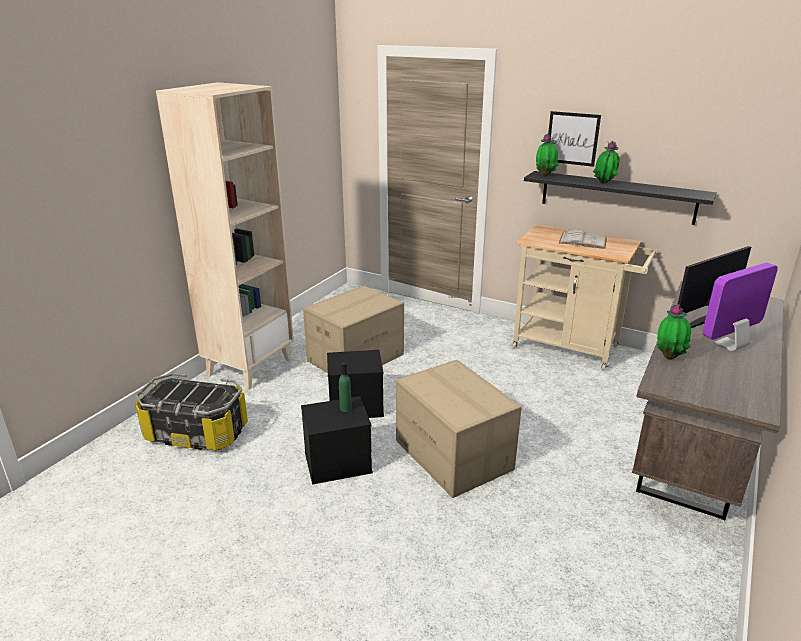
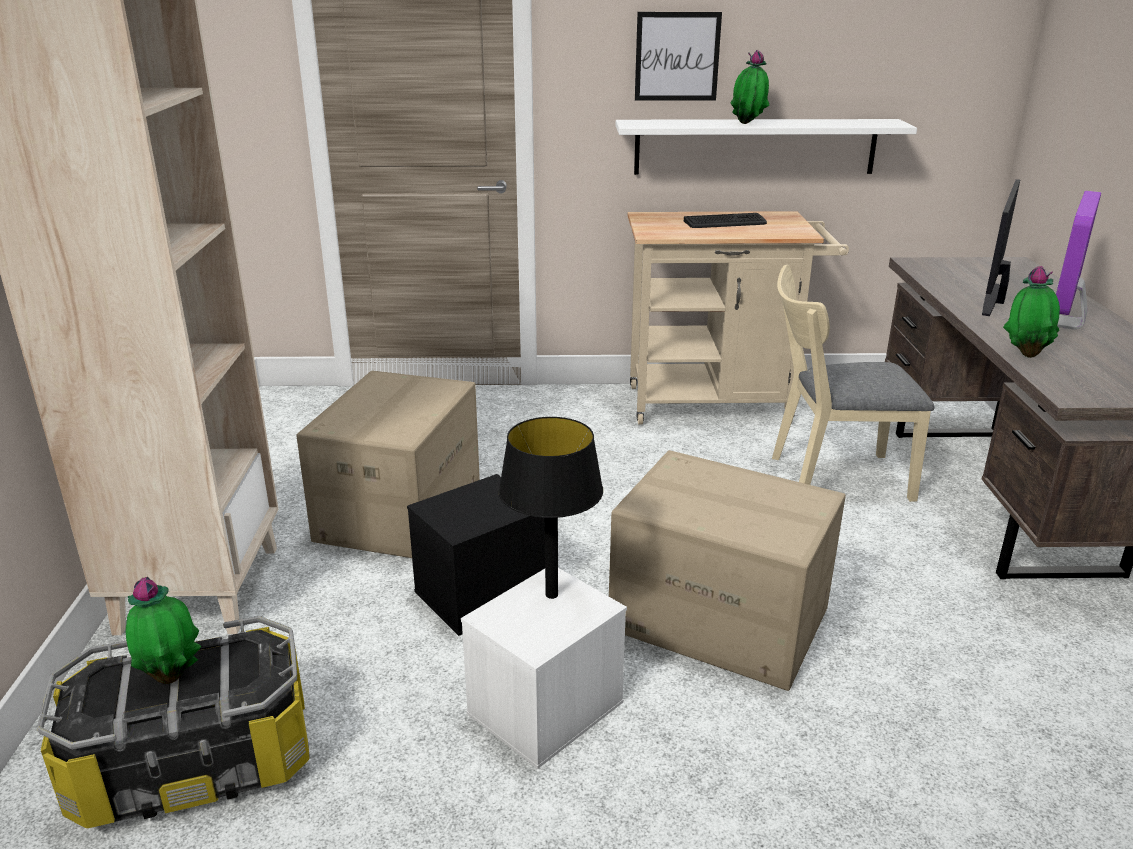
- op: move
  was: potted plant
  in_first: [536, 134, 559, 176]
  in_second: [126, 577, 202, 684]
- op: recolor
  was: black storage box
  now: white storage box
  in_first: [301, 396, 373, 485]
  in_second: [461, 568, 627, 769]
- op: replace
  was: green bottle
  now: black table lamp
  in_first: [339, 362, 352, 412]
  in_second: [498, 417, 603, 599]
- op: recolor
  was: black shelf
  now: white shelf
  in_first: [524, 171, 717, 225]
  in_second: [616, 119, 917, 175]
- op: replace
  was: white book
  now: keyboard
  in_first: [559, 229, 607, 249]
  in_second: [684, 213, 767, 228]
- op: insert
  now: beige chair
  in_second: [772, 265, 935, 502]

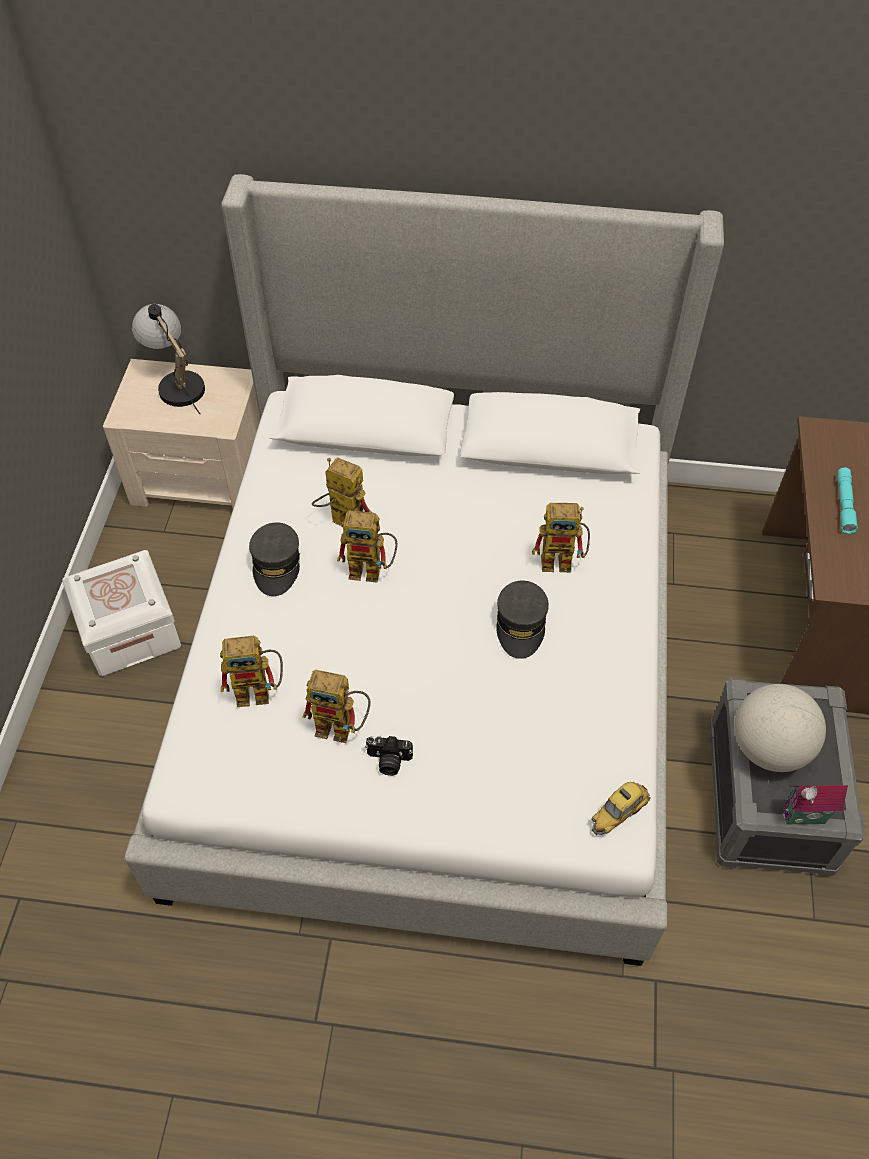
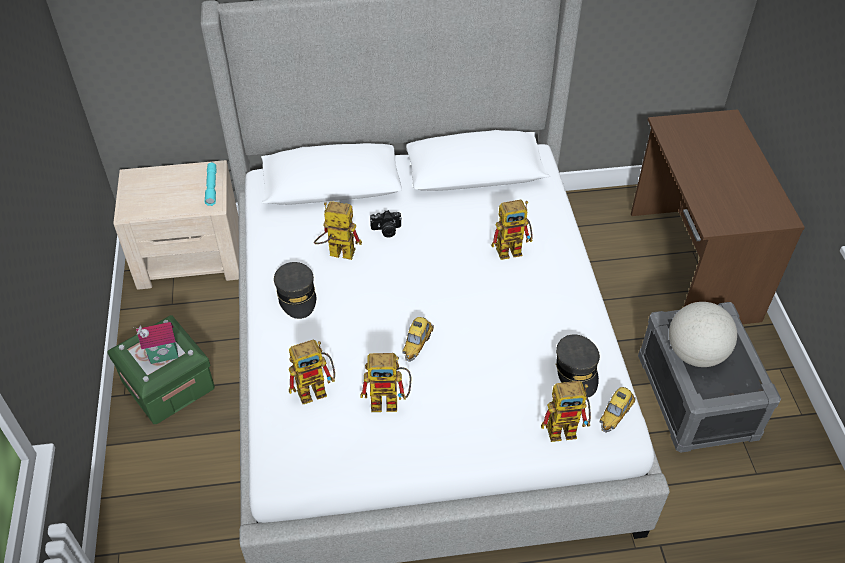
- op: recolor
  was: white storage box
  now: green storage box
  in_first: [62, 550, 181, 676]
  in_second: [107, 315, 215, 424]
- op: move
  was: toy house
  in_first: [782, 785, 848, 824]
  in_second: [133, 322, 178, 364]
- op: move
  was: turquoise flashlight
  in_first: [837, 468, 858, 534]
  in_second: [205, 163, 216, 206]
- op: move
  was: photo camera
  in_first: [365, 735, 413, 776]
  in_second: [370, 210, 402, 238]
- op: insert
  now: toy car
  in_second: [402, 317, 434, 362]
- op: move
  was: toy robot
  in_first: [337, 511, 398, 583]
  in_second: [541, 381, 591, 442]
- op: move
  was: grey cap
  in_first: [496, 581, 549, 659]
  in_second: [555, 334, 600, 398]
- op: delete
  was: table lamp
  in_first: [132, 304, 205, 414]

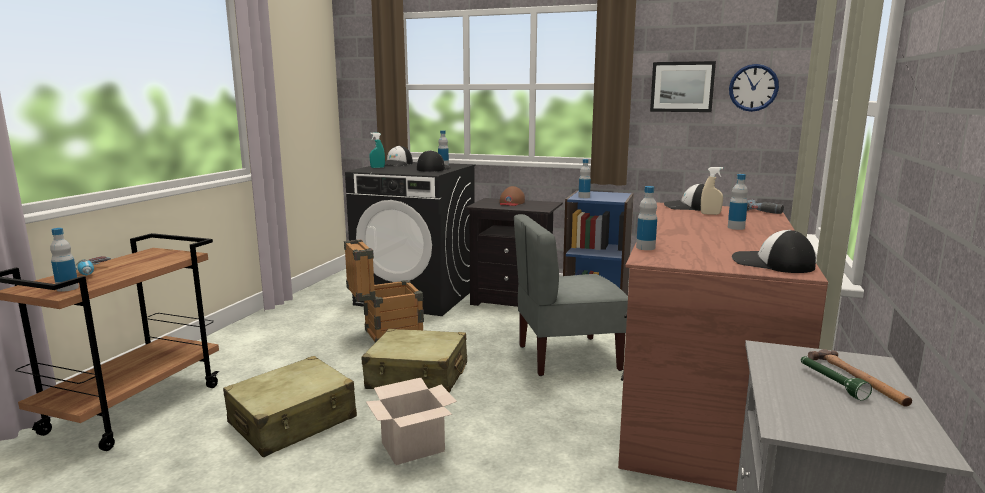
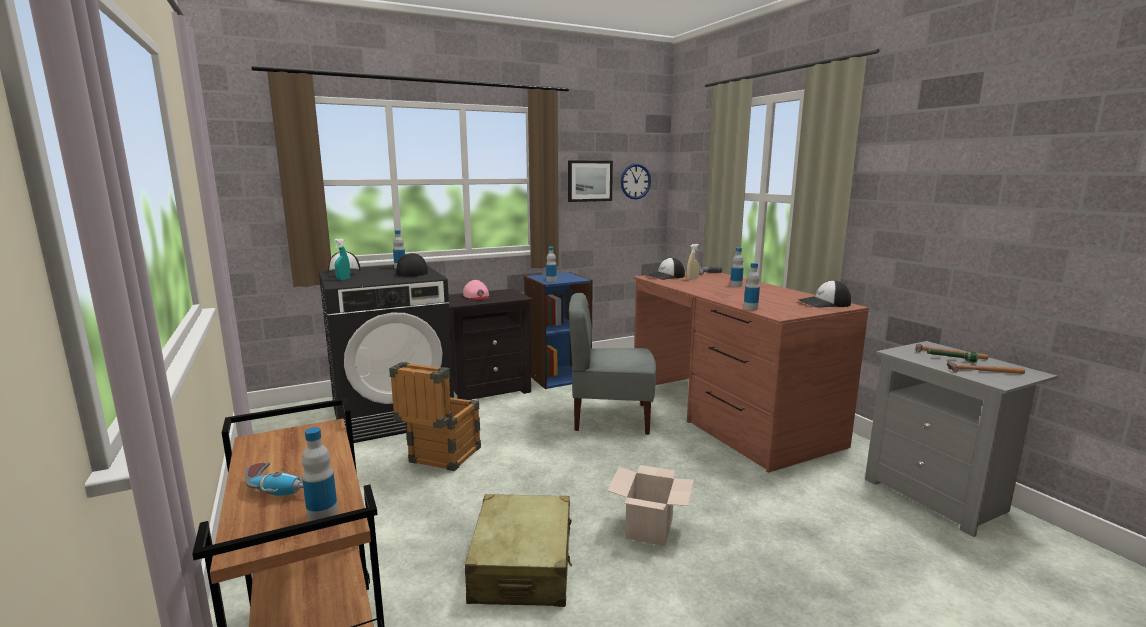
- op: recolor
  was: brown cap
  now: pink cap
  in_first: [499, 186, 525, 206]
  in_second: [463, 280, 489, 300]
- op: rotate
  was: grey chair
  in_first: [514, 214, 628, 376]
  in_second: [569, 293, 656, 435]
  clockwise: 60
- op: insert
  now: hammer
  in_second: [947, 362, 1025, 374]
- op: delete
  was: beige suitcase
  in_first: [362, 329, 467, 393]

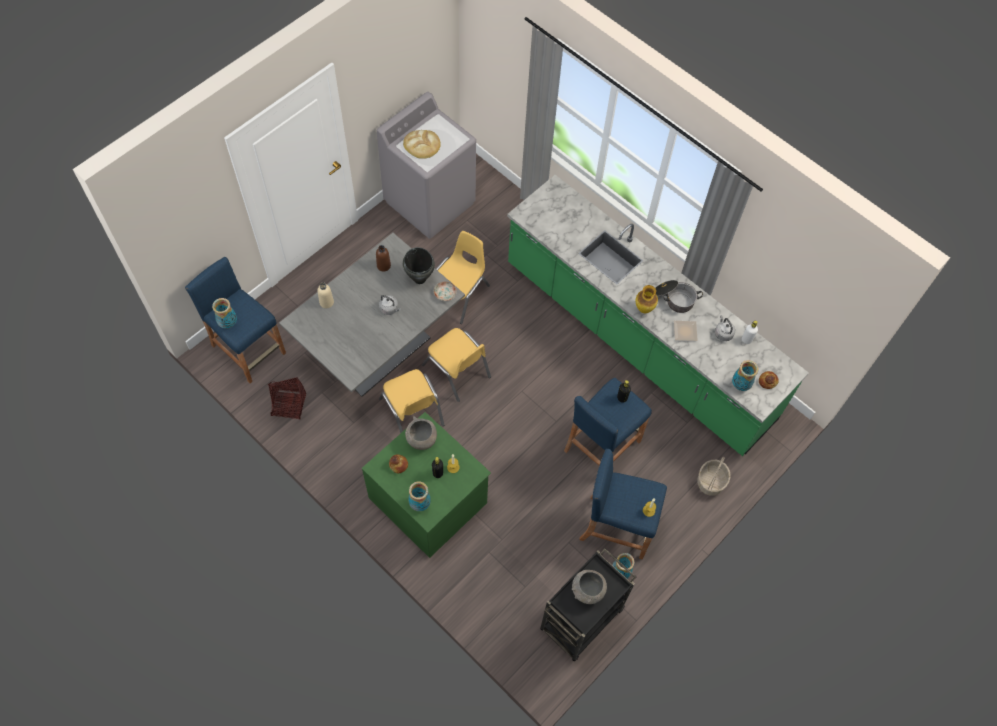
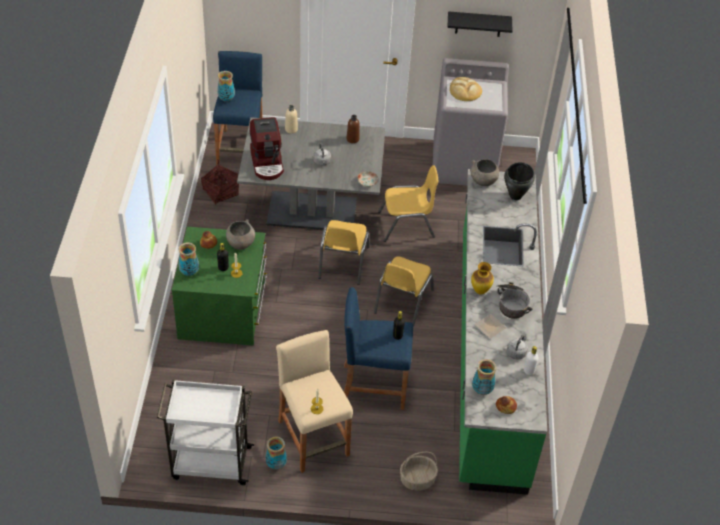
- op: recolor
  was: black cart
  now: white cart
  in_first: [540, 549, 636, 661]
  in_second: [157, 380, 254, 485]
- op: insert
  now: coffee machine
  in_second: [249, 117, 284, 180]
- op: recolor
  was: blue stool
  now: beige stool
  in_first: [579, 449, 667, 559]
  in_second: [276, 330, 353, 473]
- op: move
  was: yellow chair
  in_first: [379, 369, 444, 433]
  in_second: [374, 257, 434, 327]
- op: insert
  now: black shelf
  in_second: [447, 11, 512, 37]
- op: move
  was: grey bowl
  in_first: [572, 570, 607, 604]
  in_second: [470, 159, 499, 186]
- op: move
  was: black cooking pot
  in_first: [403, 247, 435, 284]
  in_second: [504, 162, 535, 200]

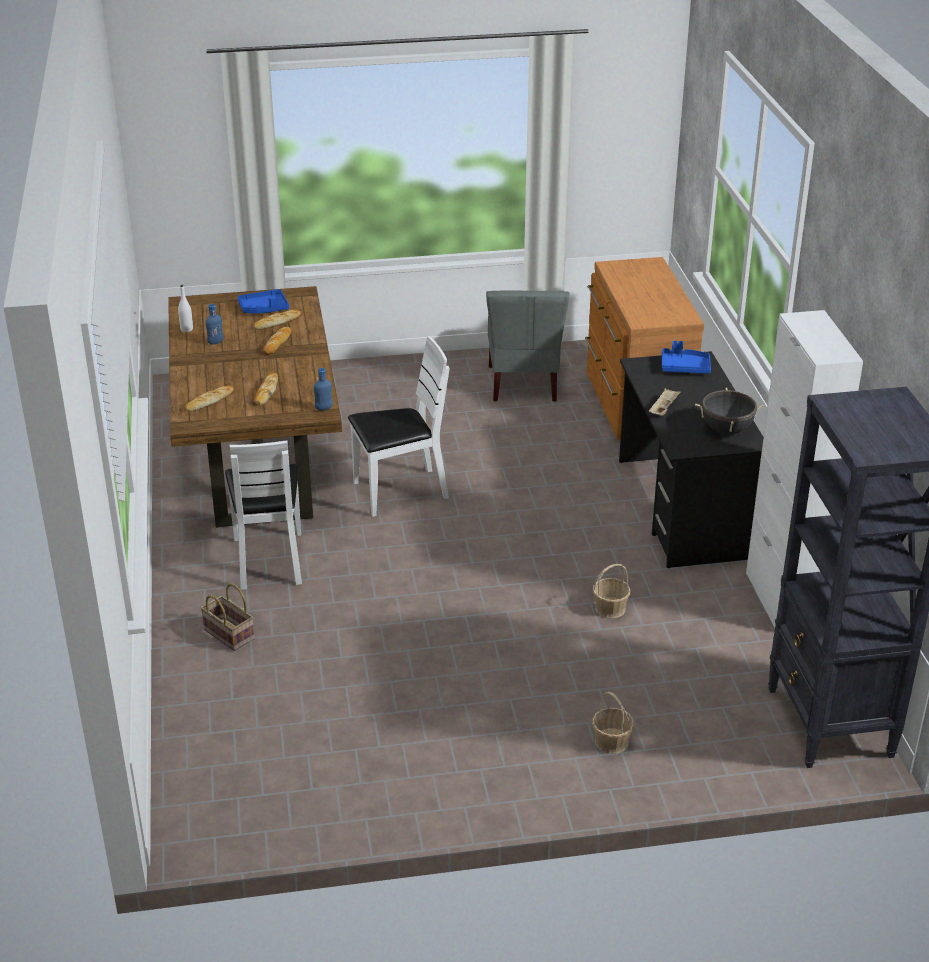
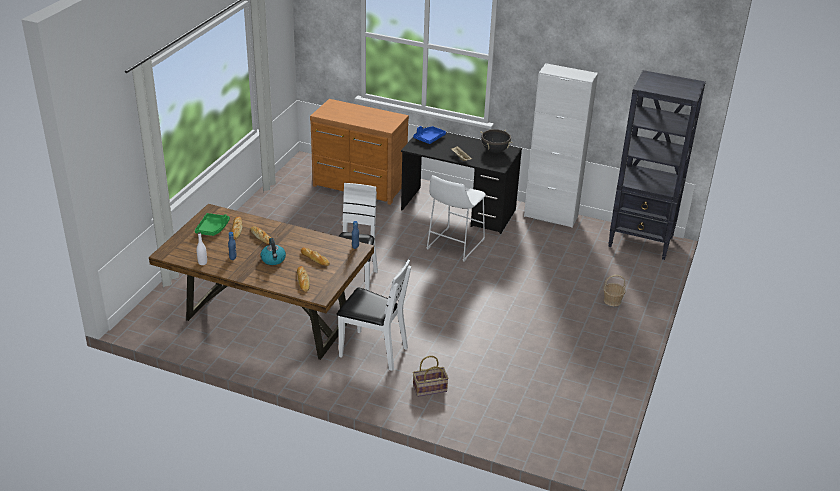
- op: recolor
  was: blue tray
  now: green tray
  in_first: [237, 289, 289, 314]
  in_second: [195, 213, 230, 236]
- op: insert
  now: kettle
  in_second: [260, 238, 286, 265]
- op: insert
  now: white stool
  in_second: [426, 175, 486, 262]
- op: delete
  was: grey chair
  in_first: [486, 291, 569, 402]
- op: delete
  was: basket
  in_first: [593, 564, 630, 618]

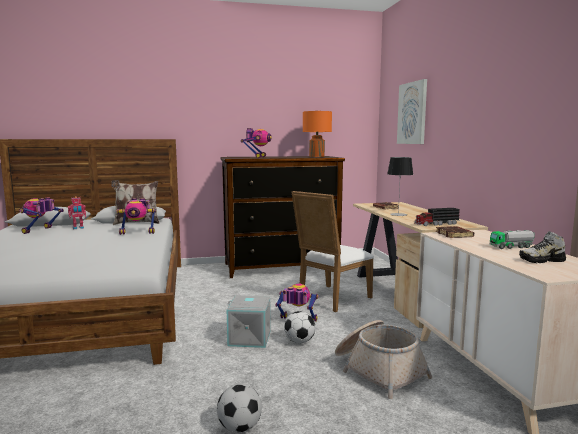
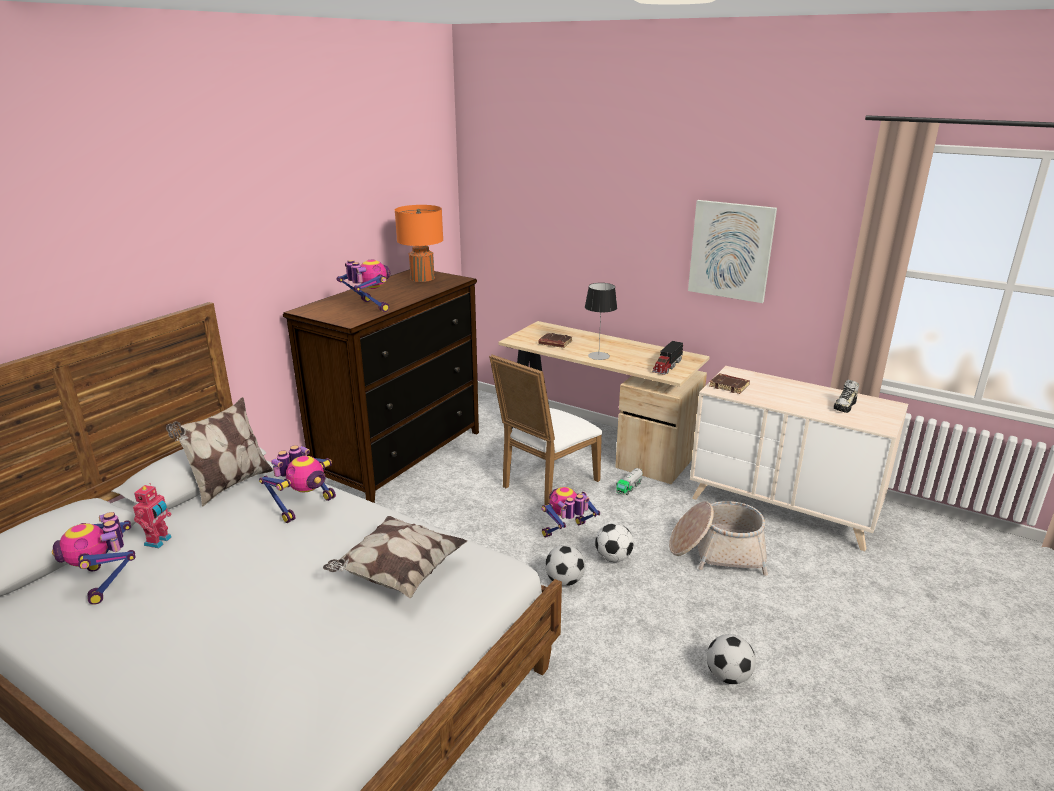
- op: insert
  now: pillow
  in_second: [323, 516, 468, 599]
- op: rotate
  was: white chair
  in_first: [292, 191, 374, 312]
  in_second: [489, 354, 603, 505]
  clockwise: 45
- op: replace
  was: grey storage box
  now: football
  in_first: [227, 295, 271, 348]
  in_second: [545, 545, 585, 586]
- op: move
  was: toy truck
  in_first: [490, 230, 535, 249]
  in_second: [616, 468, 643, 495]
- op: move
  was: picture
  in_first: [397, 79, 427, 144]
  in_second: [688, 200, 777, 303]

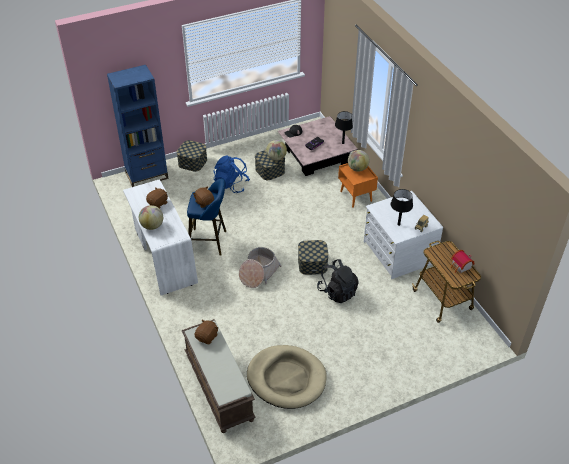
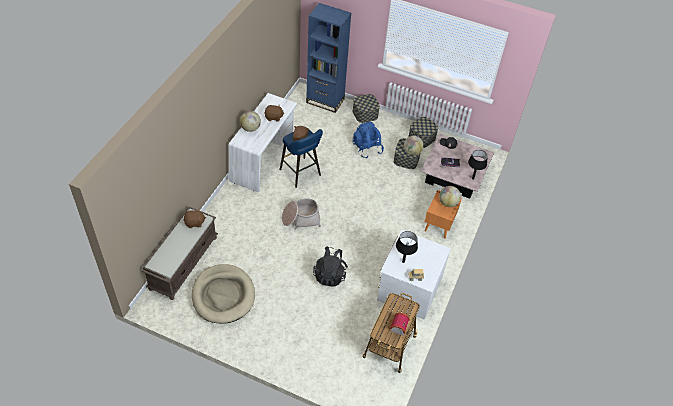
- op: move
  was: storage box
  in_first: [298, 240, 329, 275]
  in_second: [408, 117, 439, 148]

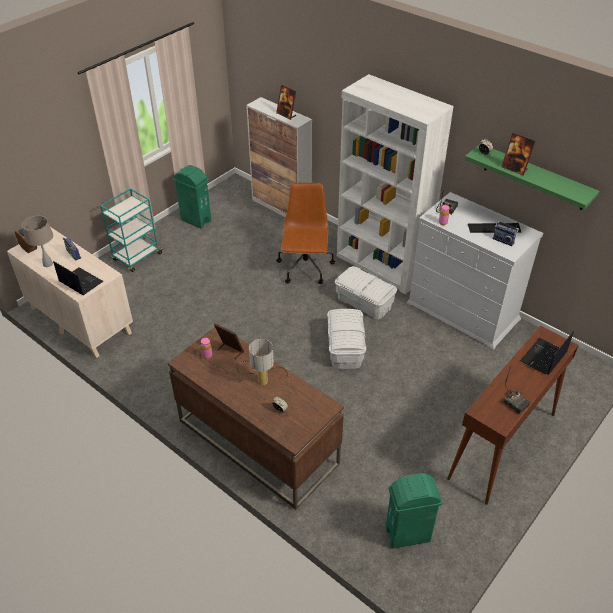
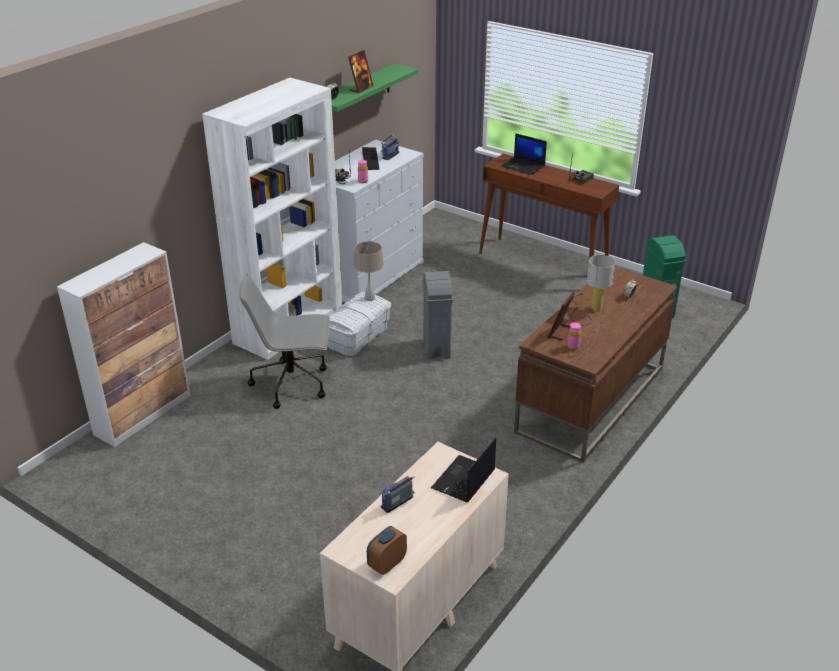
- op: recolor
  was: brown office chair
  now: grey office chair
  in_first: [276, 182, 335, 284]
  in_second: [239, 275, 330, 409]
- op: move
  was: beige table lamp
  in_first: [22, 216, 53, 267]
  in_second: [354, 241, 384, 301]
- op: replace
  was: white storage box
  now: grey trash can
  in_first: [327, 309, 366, 369]
  in_second: [422, 271, 453, 359]
- op: delete
  was: turquoise cart
  in_first: [100, 188, 163, 272]
- op: delete
  was: green trash can
  in_first: [173, 165, 211, 229]
- op: delete
  was: picture frame
  in_first: [276, 85, 296, 120]

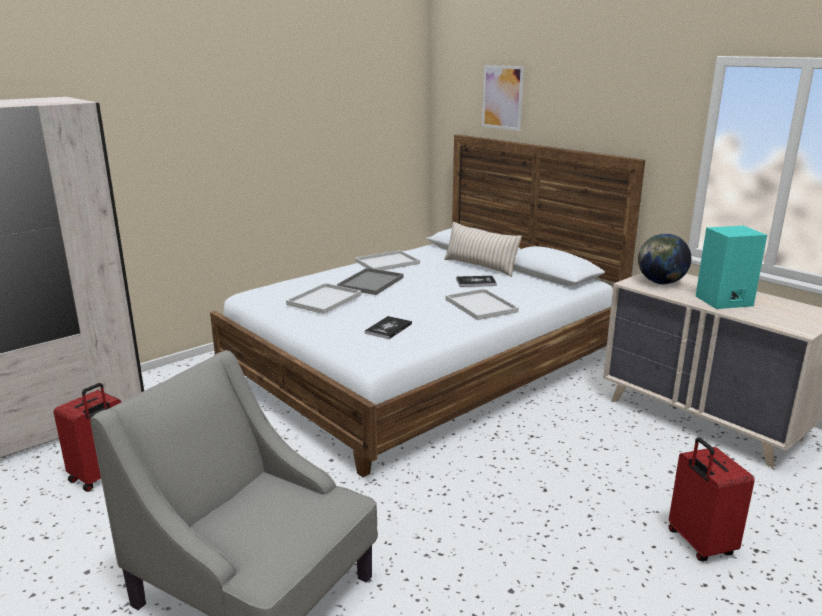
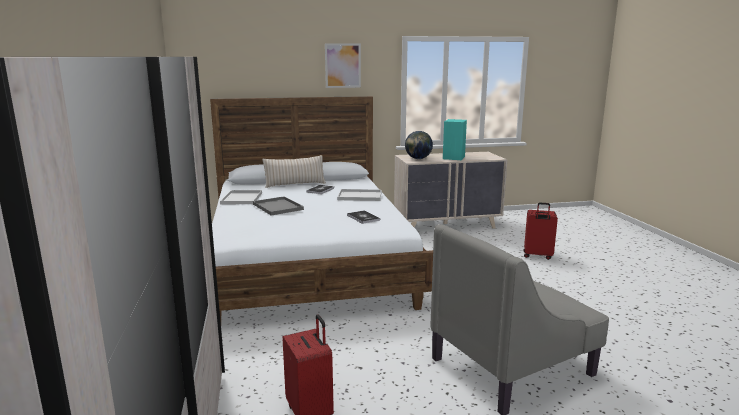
- op: move
  was: picture
  in_first: [482, 65, 524, 131]
  in_second: [325, 43, 361, 88]
- op: delete
  was: white tray
  in_first: [286, 283, 361, 314]

